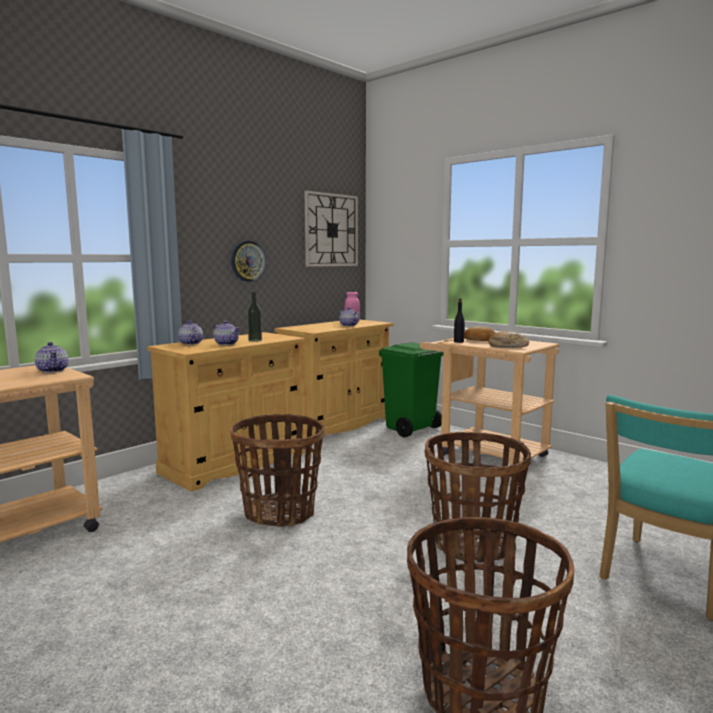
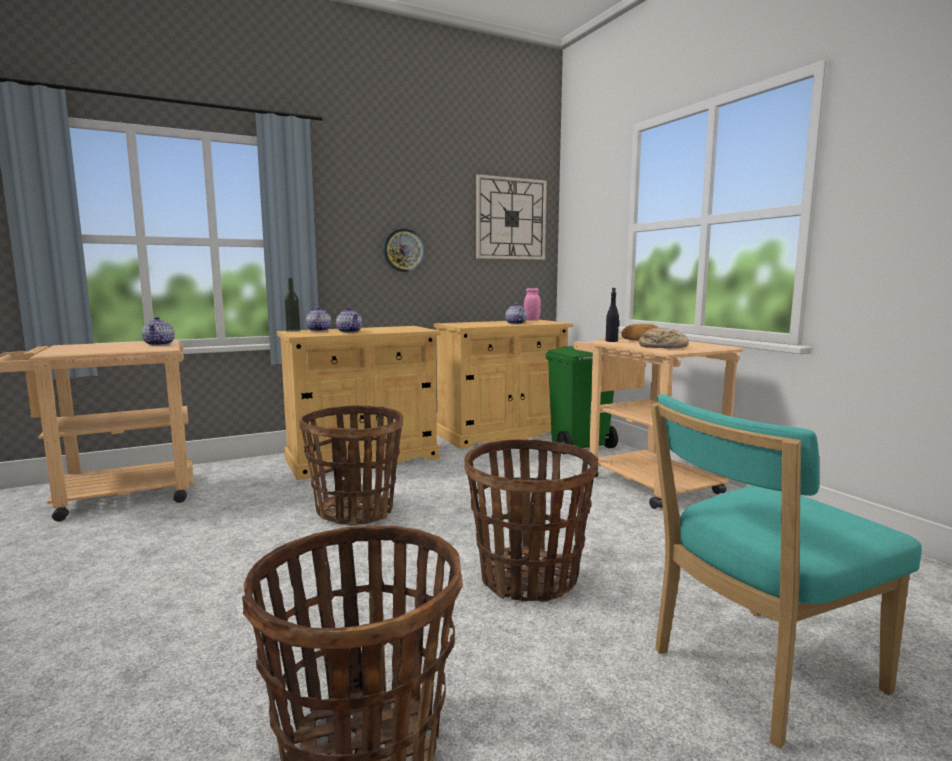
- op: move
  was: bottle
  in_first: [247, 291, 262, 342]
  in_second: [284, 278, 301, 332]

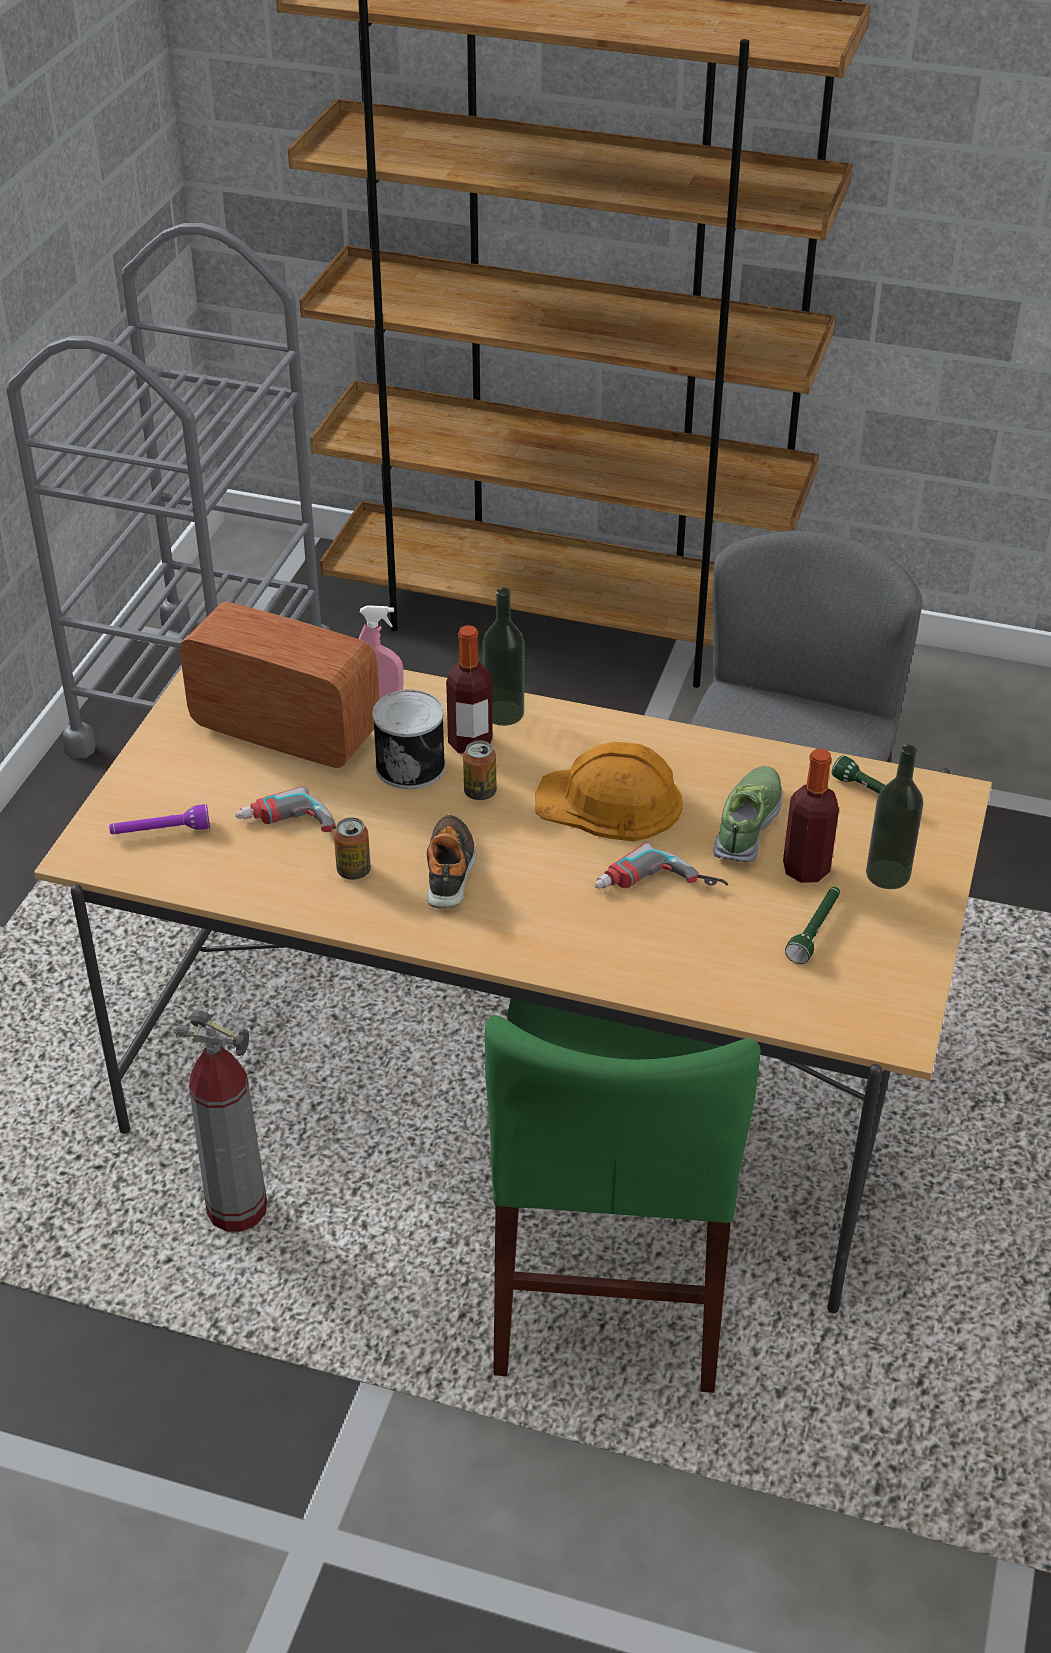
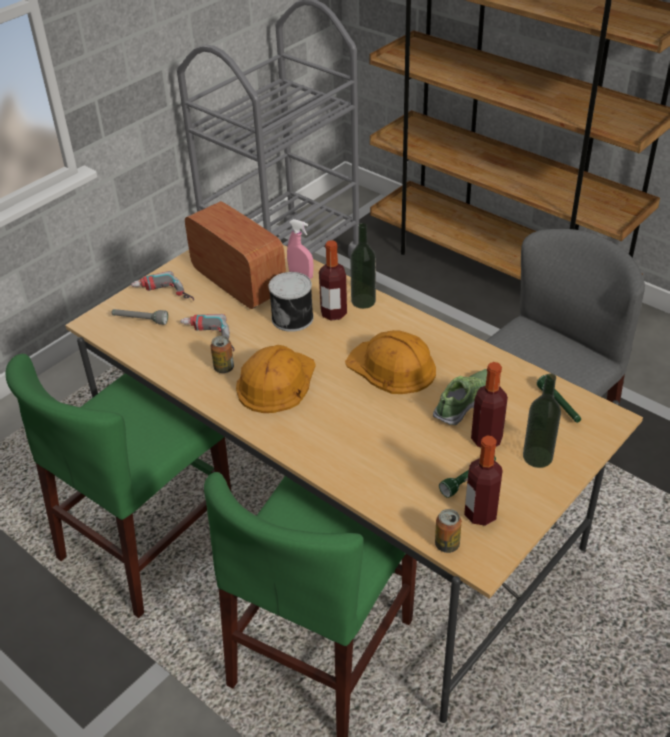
- op: replace
  was: fire extinguisher
  now: green chair
  in_first: [173, 1010, 267, 1232]
  in_second: [5, 354, 232, 618]
- op: recolor
  was: purple flashlight
  now: grey flashlight
  in_first: [109, 804, 210, 834]
  in_second: [111, 309, 168, 325]
- op: move
  was: power drill
  in_first: [595, 842, 728, 889]
  in_second: [131, 271, 194, 301]
- op: replace
  was: shoe
  now: orange hard hat
  in_first: [427, 814, 476, 909]
  in_second: [236, 345, 316, 413]
- op: move
  was: can
  in_first: [463, 740, 497, 800]
  in_second: [435, 509, 462, 553]
- op: insert
  now: bottle
  in_second: [464, 436, 503, 526]

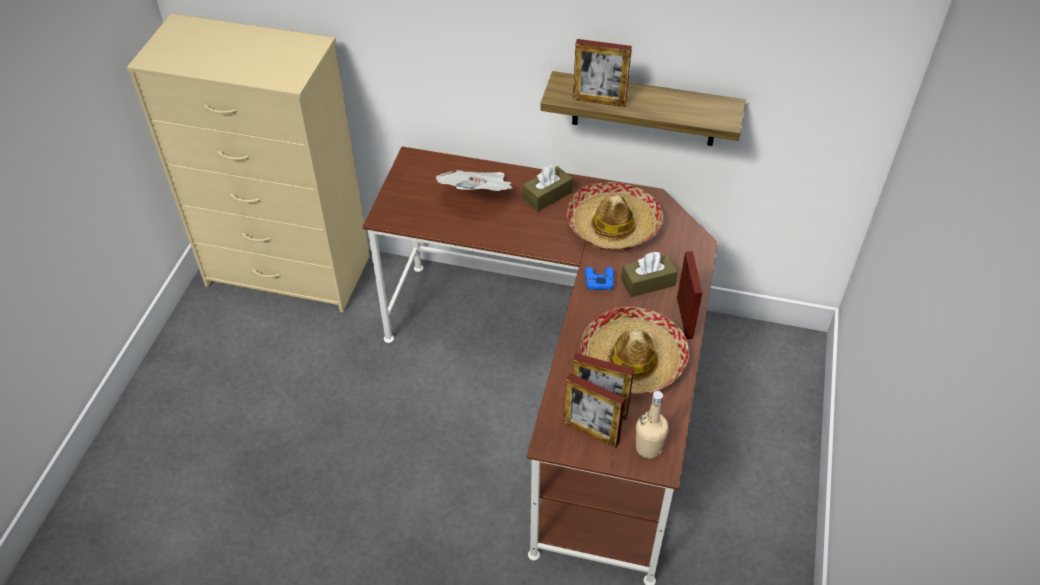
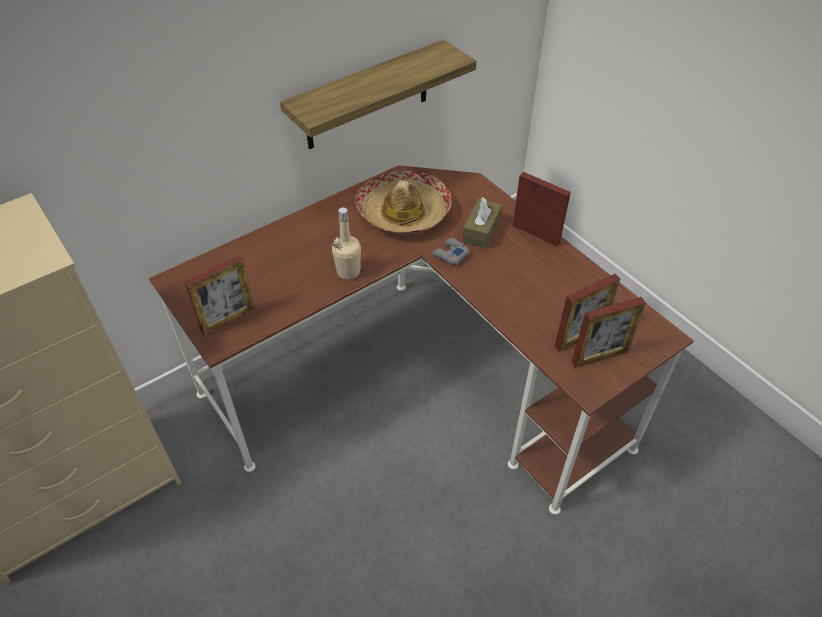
- op: move
  was: picture frame
  in_first: [573, 39, 632, 107]
  in_second: [184, 255, 255, 336]
- op: move
  was: beige bottle
  in_first: [636, 391, 669, 458]
  in_second: [332, 207, 361, 280]
- op: recolor
  was: blue game controller
  now: grey game controller
  in_first: [585, 267, 614, 290]
  in_second: [432, 238, 470, 265]
- op: delete
  was: newspaper
  in_first: [436, 170, 513, 191]
- op: delete
  was: brown tissue box
  in_first: [523, 165, 573, 212]
- op: delete
  was: hat
  in_first: [581, 307, 689, 394]

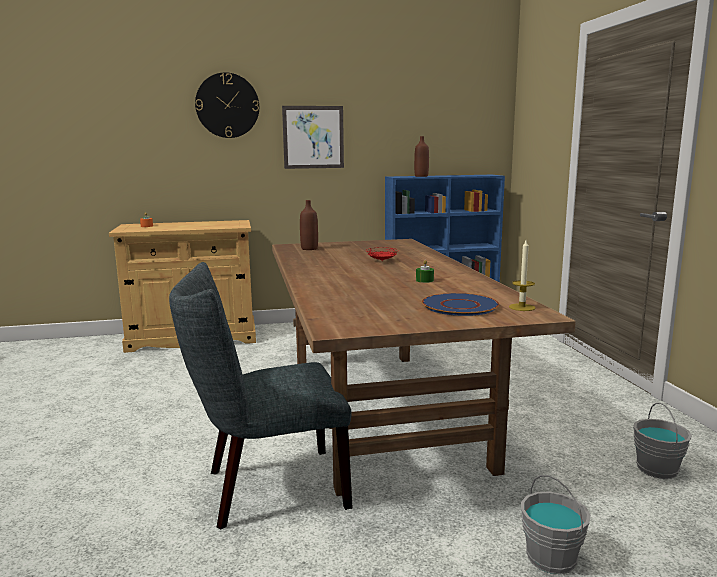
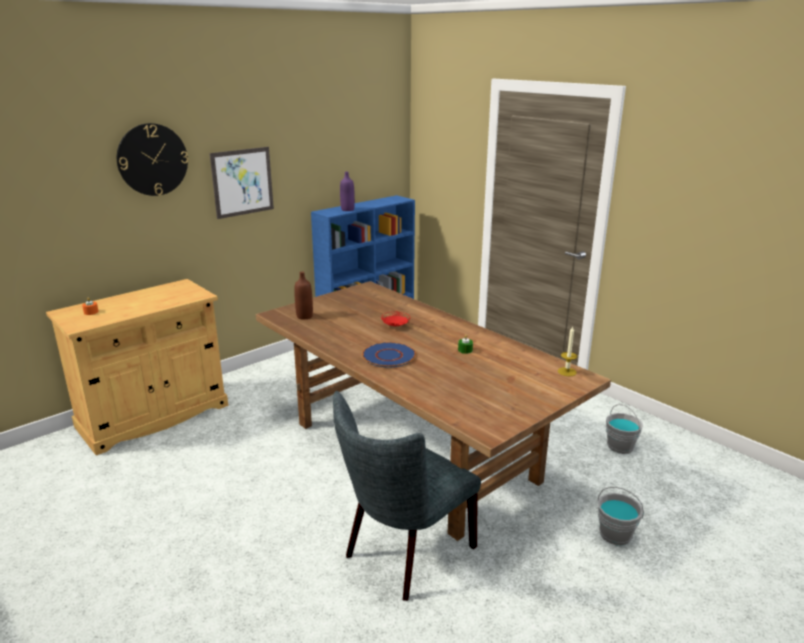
- op: recolor
  was: brown bottle
  now: purple bottle
  in_first: [414, 136, 429, 177]
  in_second: [340, 171, 355, 211]
- op: move
  was: blue plate
  in_first: [422, 293, 499, 316]
  in_second: [362, 342, 416, 367]

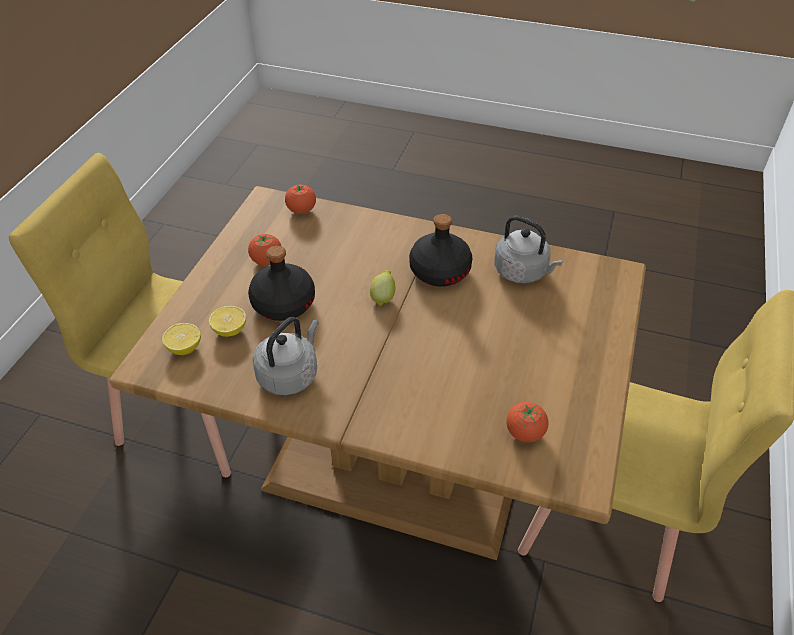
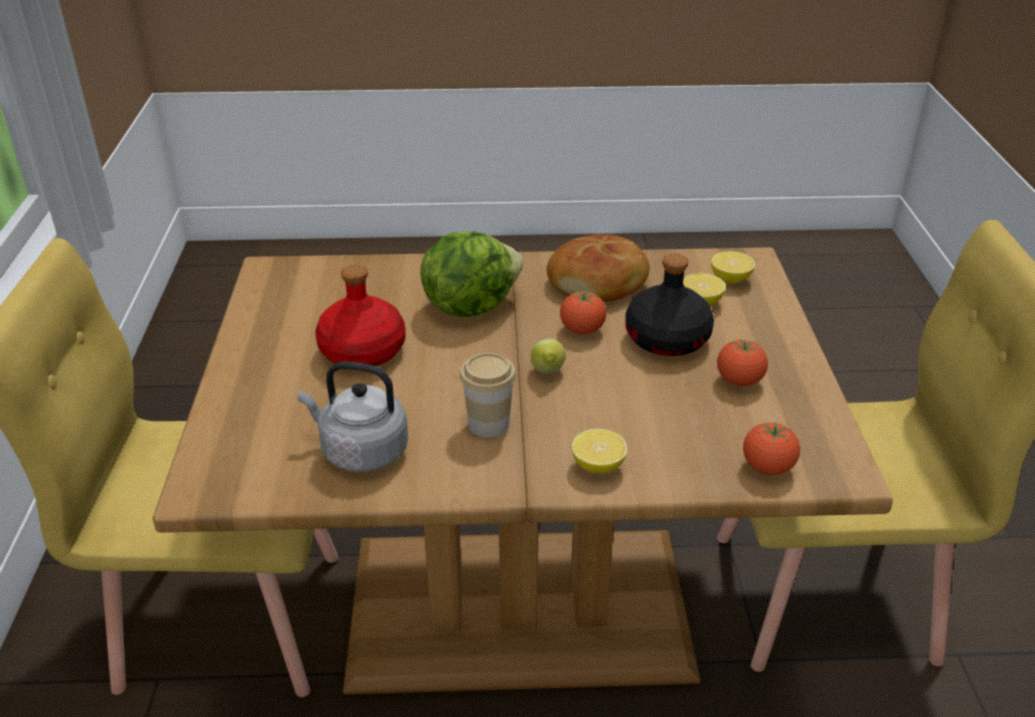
- op: insert
  now: red bottle
  in_second: [315, 264, 406, 366]
- op: insert
  now: lettuce
  in_second: [420, 231, 523, 317]
- op: replace
  was: black bottle
  now: cup
  in_first: [409, 214, 473, 287]
  in_second: [460, 353, 516, 438]
- op: replace
  was: grey kettle
  now: bread
  in_first: [253, 317, 319, 395]
  in_second: [546, 234, 650, 302]
- op: move
  was: tomato
  in_first: [507, 402, 548, 443]
  in_second: [560, 291, 607, 335]
- op: insert
  now: lemon
  in_second: [572, 429, 627, 474]

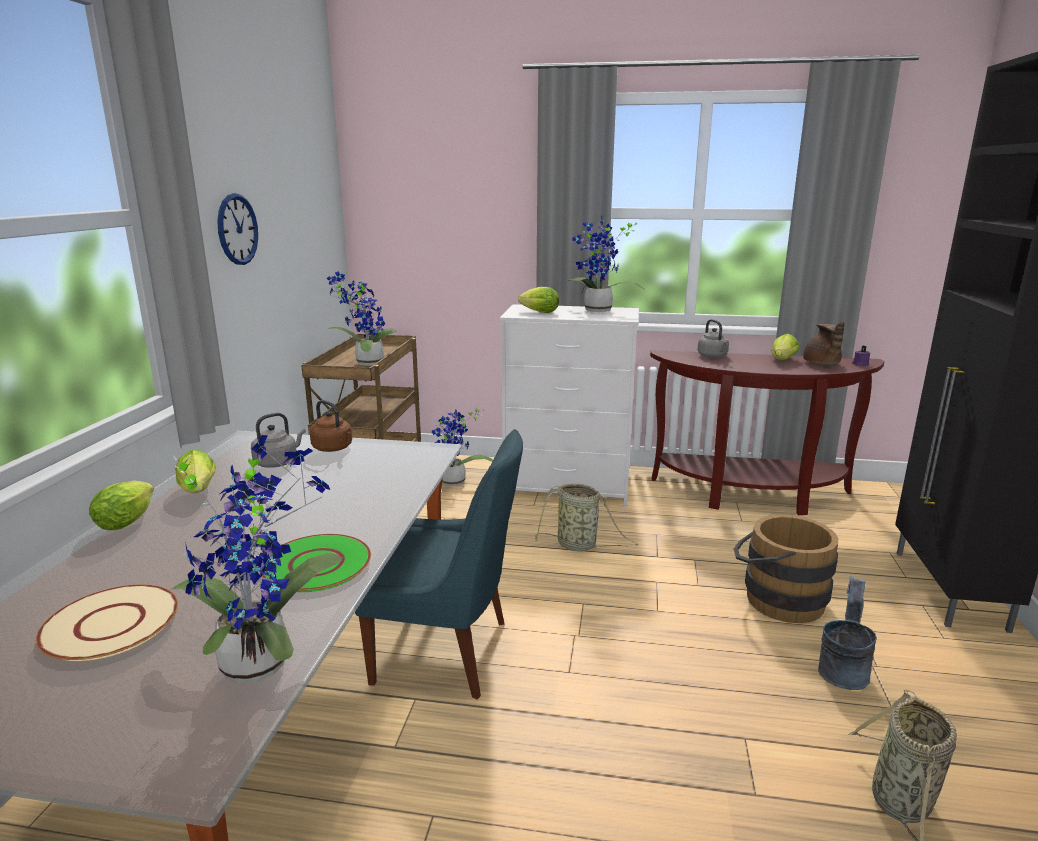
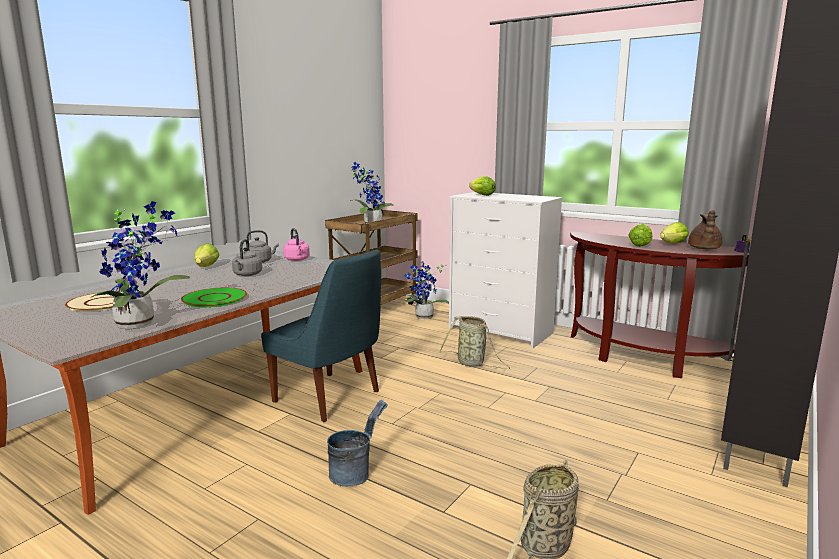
- op: move
  was: grey kettle
  in_first: [698, 319, 729, 358]
  in_second: [232, 239, 262, 276]
- op: recolor
  was: brown kettle
  now: pink kettle
  in_first: [310, 400, 352, 452]
  in_second: [283, 228, 310, 261]
- op: move
  was: grey bucket
  in_first: [818, 576, 877, 690]
  in_second: [327, 399, 388, 487]
- op: move
  was: lettuce
  in_first: [89, 481, 154, 530]
  in_second: [628, 224, 652, 247]
- op: delete
  was: wall clock
  in_first: [217, 193, 258, 265]
- op: delete
  was: potted plant
  in_first: [568, 215, 645, 312]
- op: delete
  was: brown bucket
  in_first: [734, 515, 838, 623]

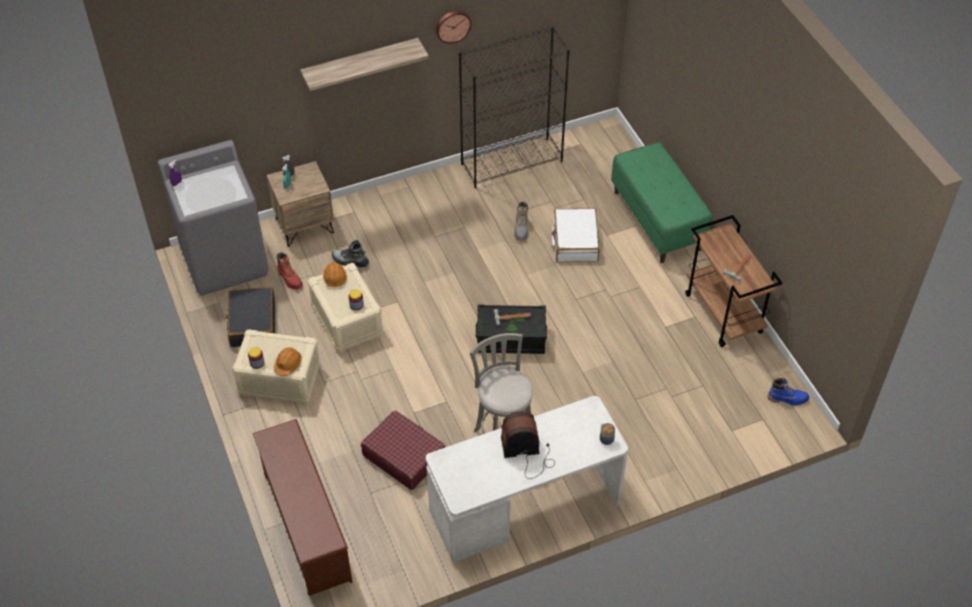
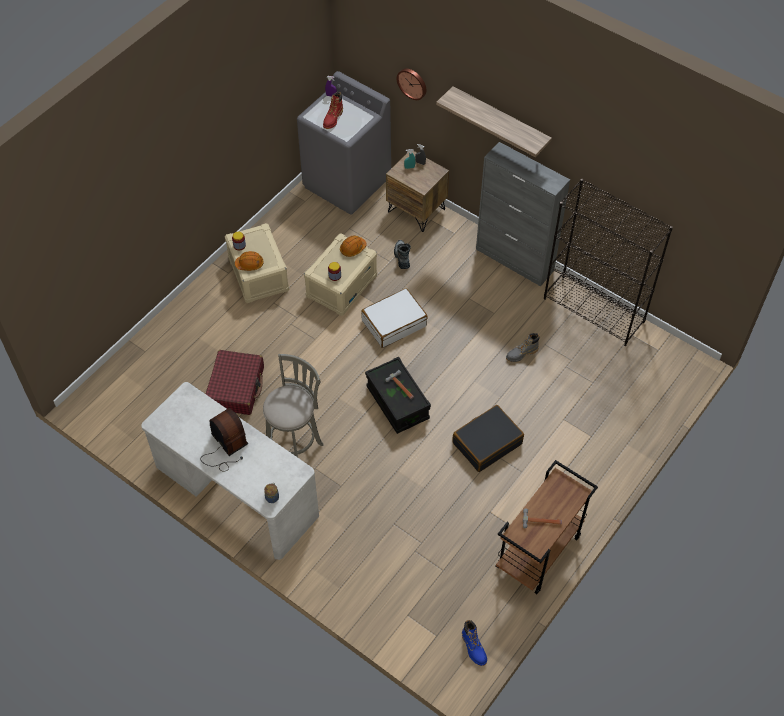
- op: move
  was: red boot
  in_first: [277, 252, 303, 290]
  in_second: [323, 92, 343, 129]
- op: move
  was: white suitcase
  in_first: [552, 208, 600, 262]
  in_second: [361, 288, 428, 348]
- op: move
  was: wall clock
  in_first: [436, 11, 472, 44]
  in_second: [397, 69, 426, 100]
- op: move
  was: black suitcase
  in_first: [226, 287, 275, 347]
  in_second: [452, 405, 524, 472]
- op: insert
  now: grey cabinet
  in_second: [476, 142, 570, 286]
- op: delete
  was: brown shoe rack
  in_first: [252, 419, 353, 596]
- op: delete
  was: green bench
  in_first: [611, 142, 712, 263]

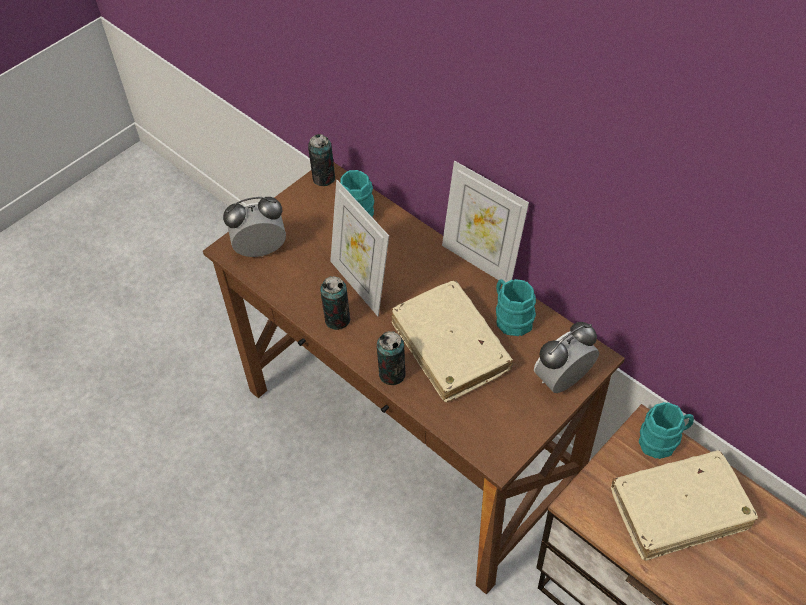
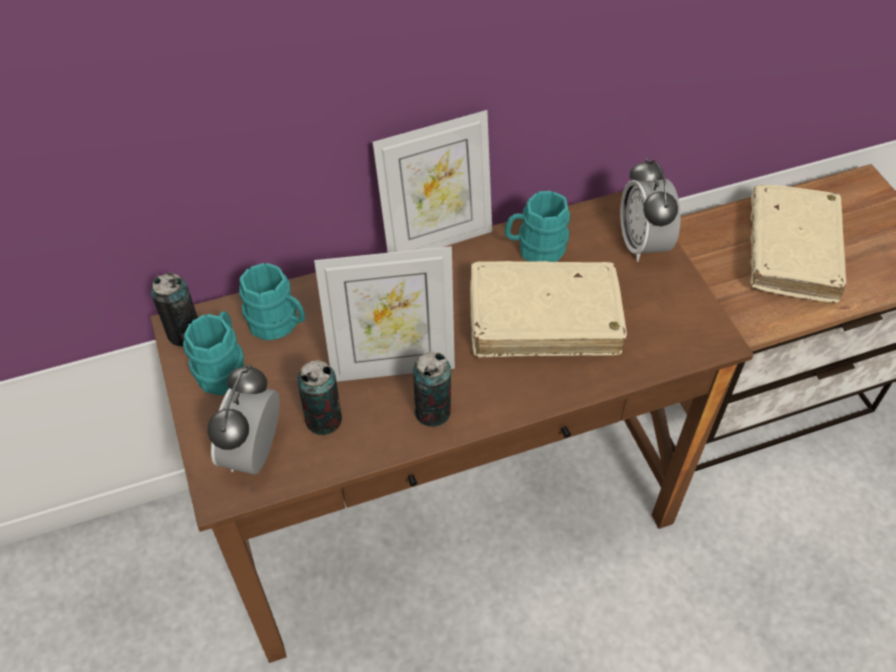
- op: move
  was: turquoise mug
  in_first: [639, 402, 694, 459]
  in_second: [183, 311, 245, 395]
- op: move
  was: can
  in_first: [377, 331, 406, 385]
  in_second: [297, 360, 342, 435]

